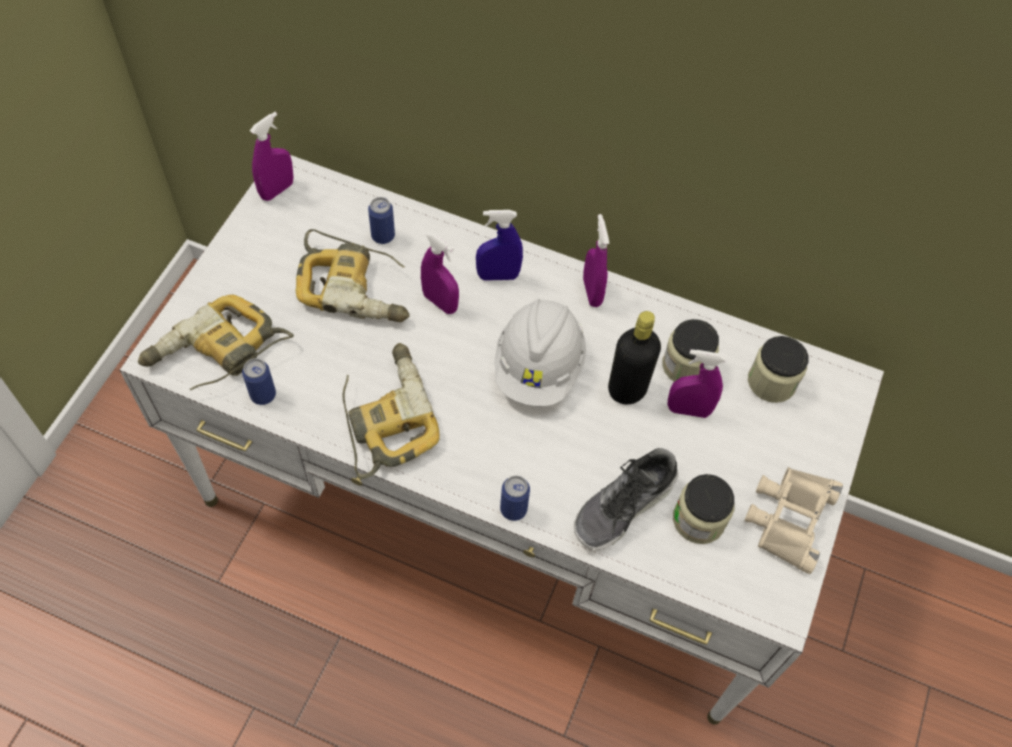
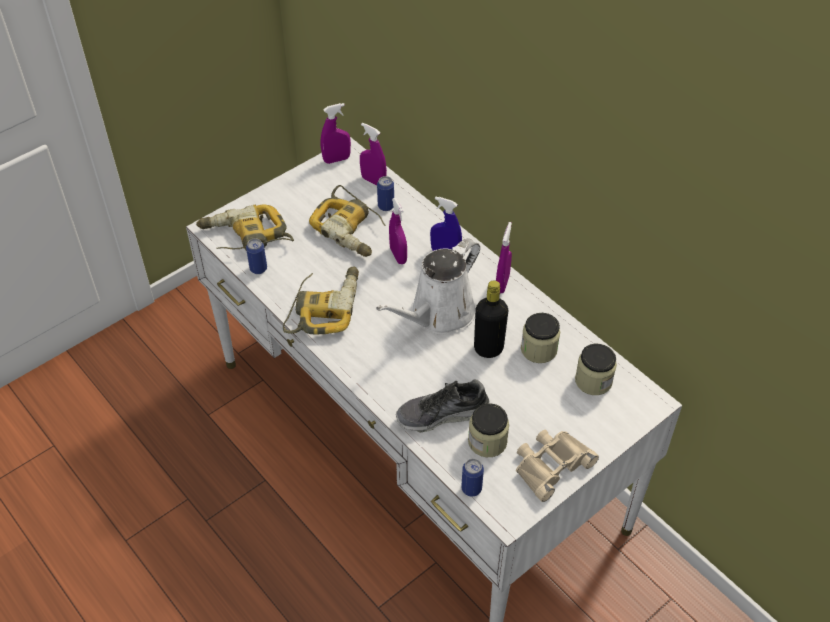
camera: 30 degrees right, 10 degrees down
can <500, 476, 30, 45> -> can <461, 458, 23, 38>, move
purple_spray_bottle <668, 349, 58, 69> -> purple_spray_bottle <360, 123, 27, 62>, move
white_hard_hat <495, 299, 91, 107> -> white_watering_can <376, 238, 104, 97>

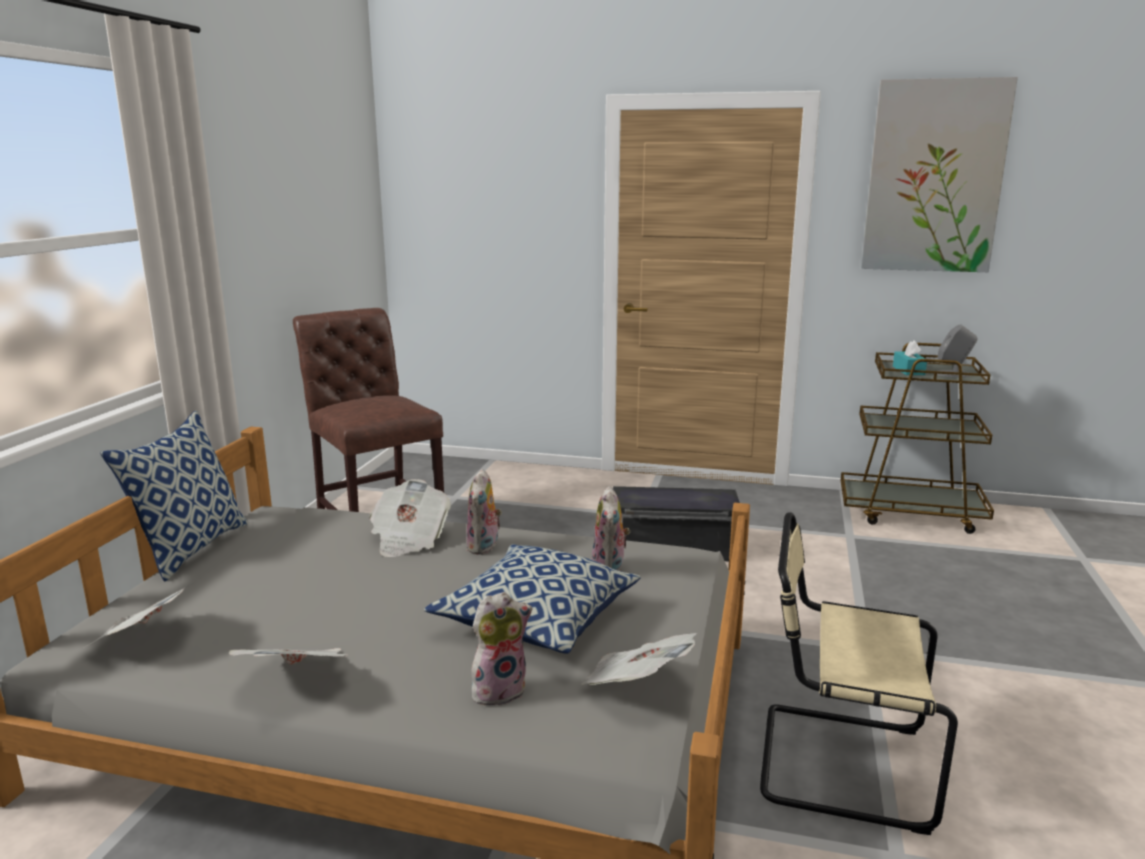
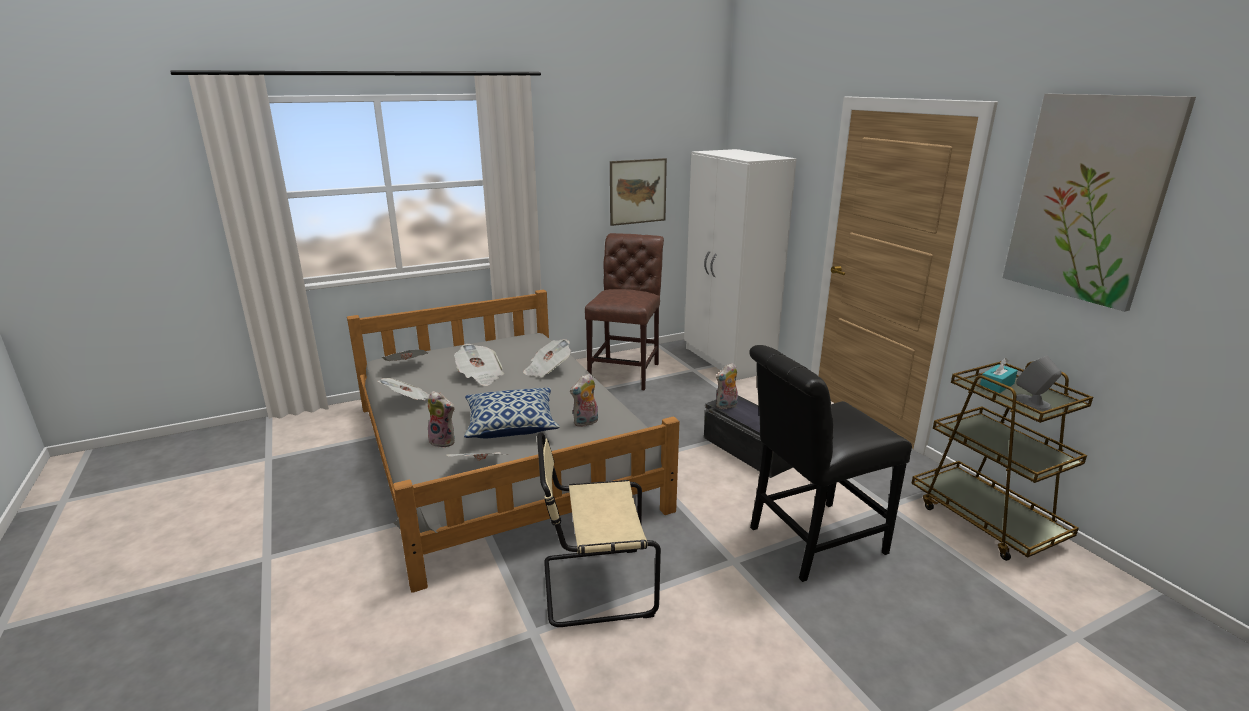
camera: 50 degrees right, 5 degrees up
pillow <100, 410, 149, 171> -> none
none -> newspaper <454, 344, 50, 42>
none -> picture <610, 158, 57, 68>
none -> white_wardrobe <684, 149, 113, 231>
none -> black_chair <749, 345, 163, 237>
plush_toy <466, 469, 36, 86> -> plush_toy <716, 363, 22, 46>, move
beige_chair <760, 512, 198, 323> -> beige_chair <537, 432, 124, 195>, 75 degrees counterclockwise

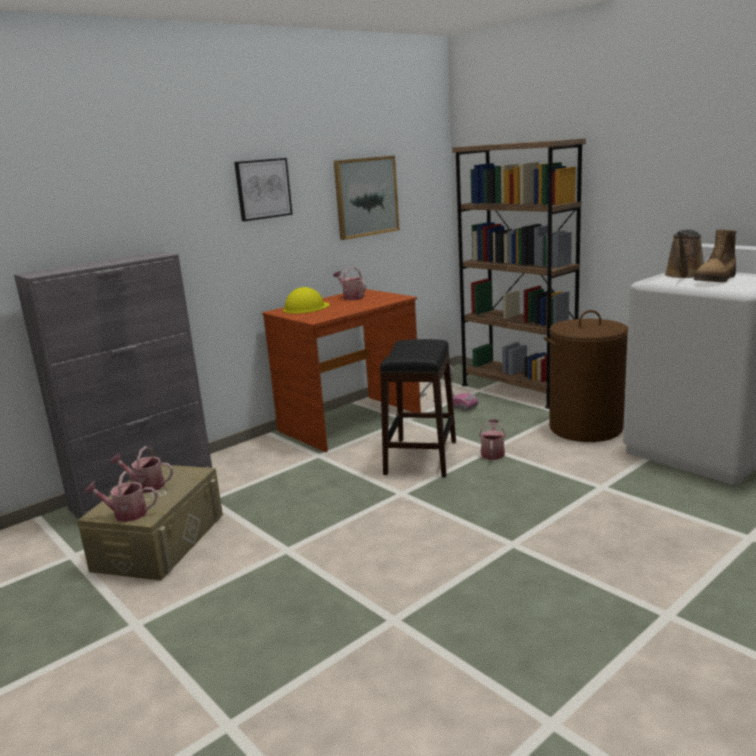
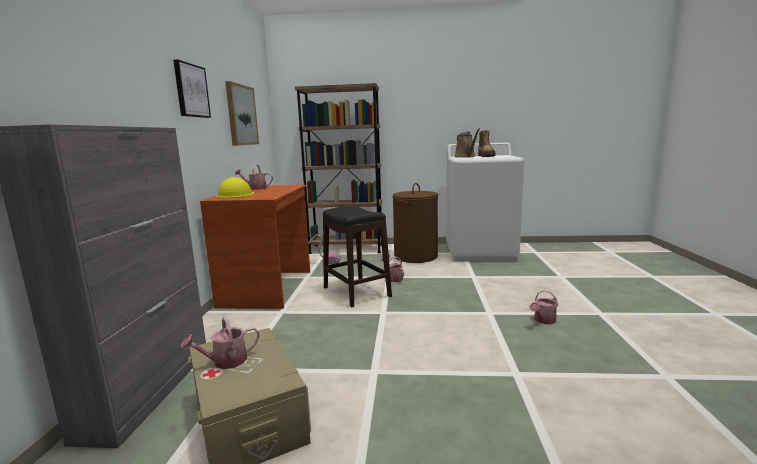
camera: 45 degrees left, 5 degrees down
watering_can <84, 471, 74, 51> -> watering_can <530, 290, 28, 34>, move

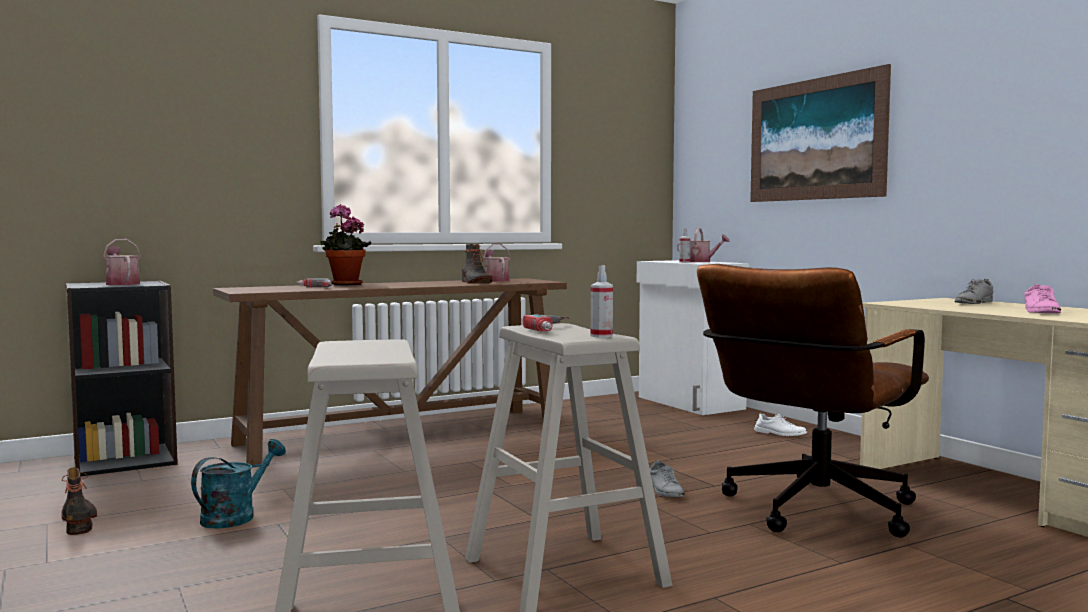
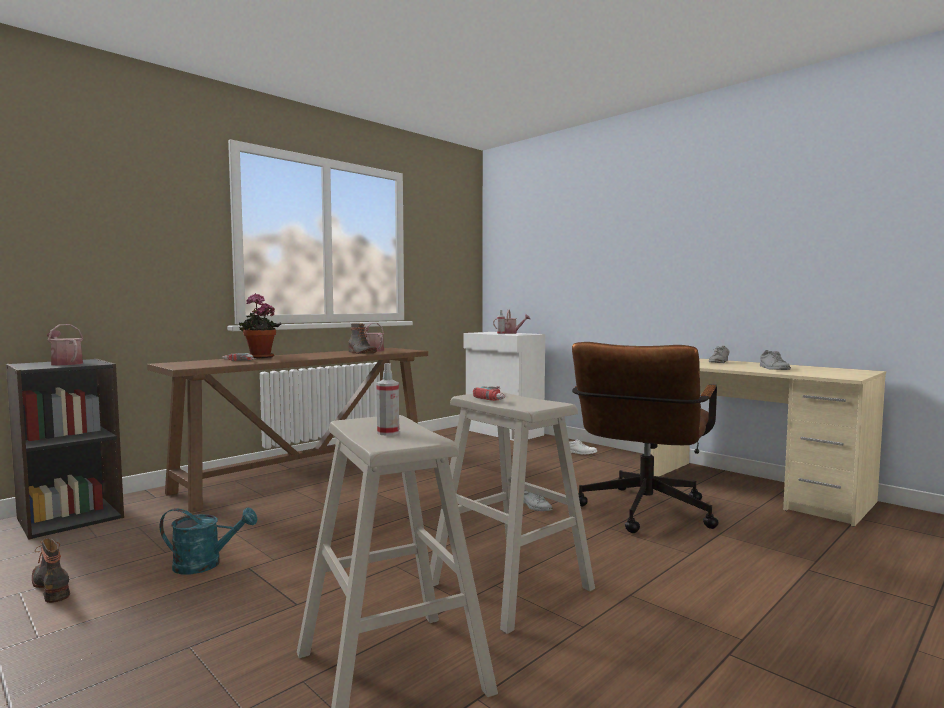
camera: 15 degrees left, 0 degrees up
picture <750, 64, 141, 138> -> none
spray_bottle <591, 265, 22, 73> -> spray_bottle <377, 363, 22, 73>, move
pink_shoe <1024, 284, 37, 29> -> grey_shoe <760, 350, 31, 20>
turquoise_watering_can <191, 439, 95, 90> -> turquoise_watering_can <160, 507, 97, 67>, 75 degrees clockwise

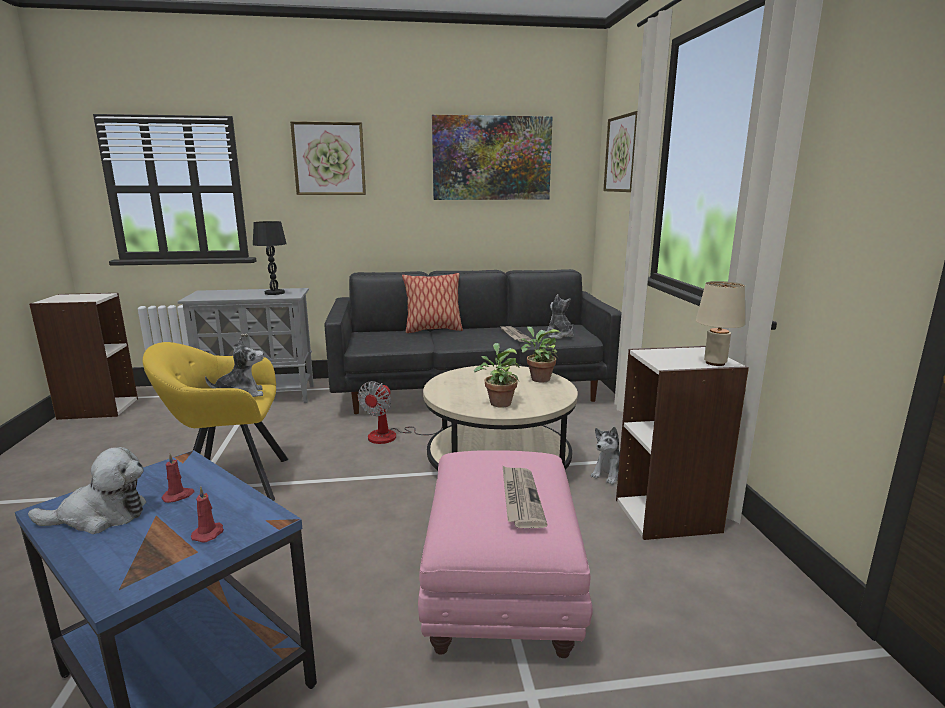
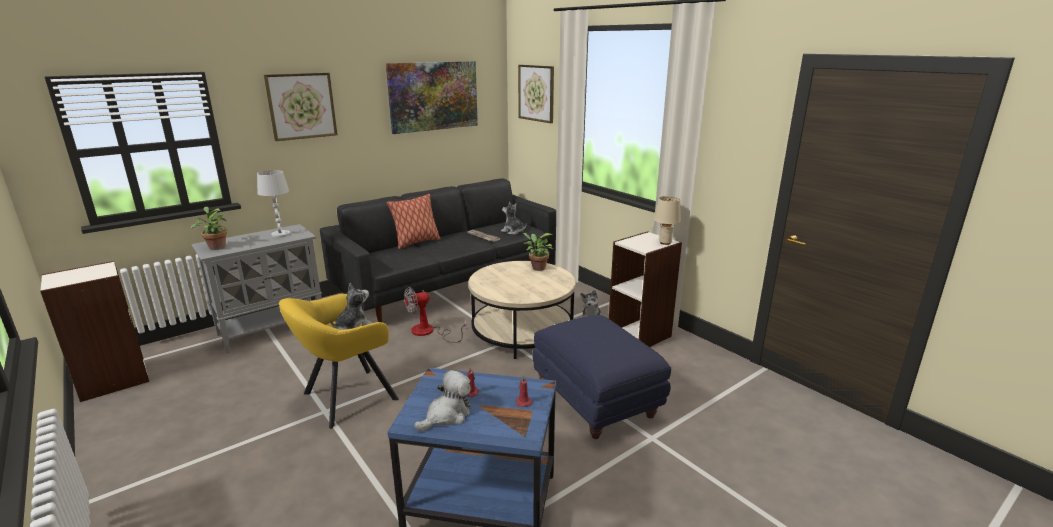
camera: 30 degrees left, 5 degrees up
newspaper <503, 466, 44, 62> -> none
potted_plant <474, 343, 46, 64> -> potted_plant <191, 207, 36, 43>, move
black_table_lamp <253, 221, 34, 74> -> white_table_lamp <257, 170, 33, 68>
pink_ottoman <418, 450, 175, 208> -> blue_ottoman <532, 315, 139, 124>
fan <358, 381, 84, 63> -> fan <404, 287, 63, 56>, 75 degrees clockwise

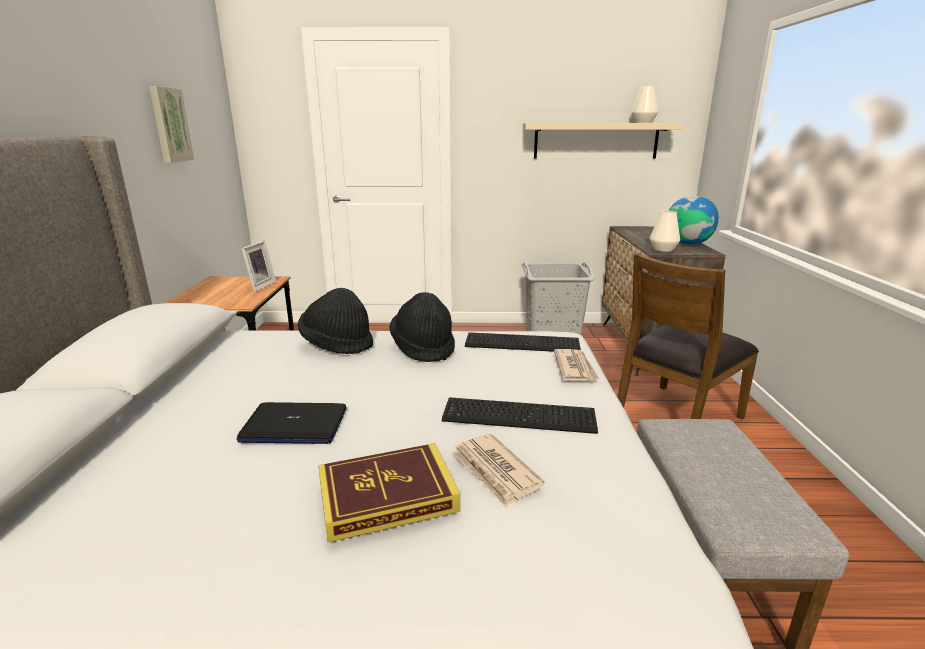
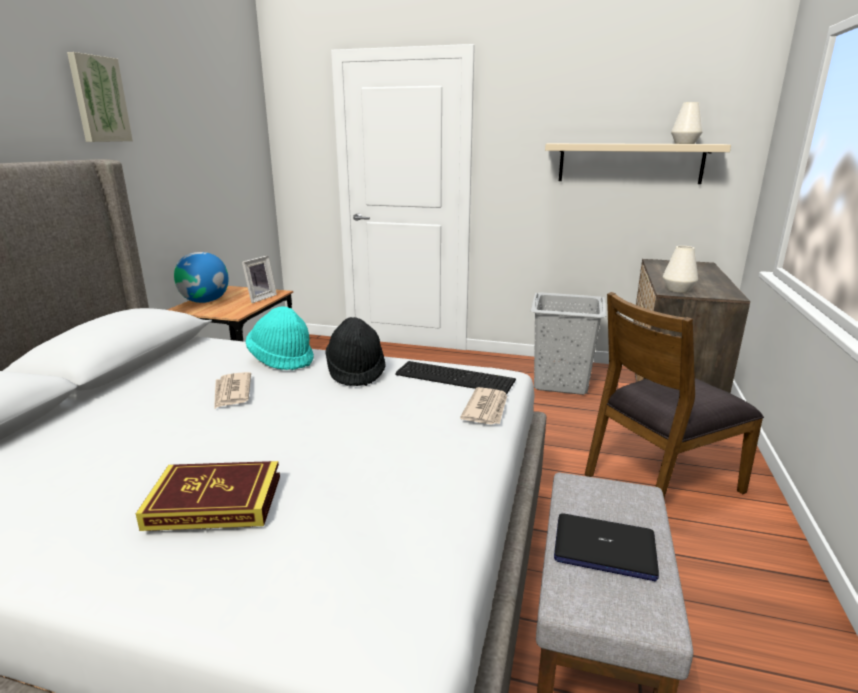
camera: 15 degrees right, 0 degrees up
keyboard <442, 397, 156, 37> -> none
picture <149, 86, 45, 77> -> picture <67, 52, 66, 90>, move
laptop <236, 402, 111, 42> -> laptop <554, 513, 105, 69>, move
newspaper <452, 434, 92, 73> -> newspaper <214, 372, 37, 37>, move
globe <669, 196, 50, 49> -> globe <174, 252, 55, 51>, move
black_hat <298, 288, 75, 66> -> turquoise_hat <246, 307, 68, 63>

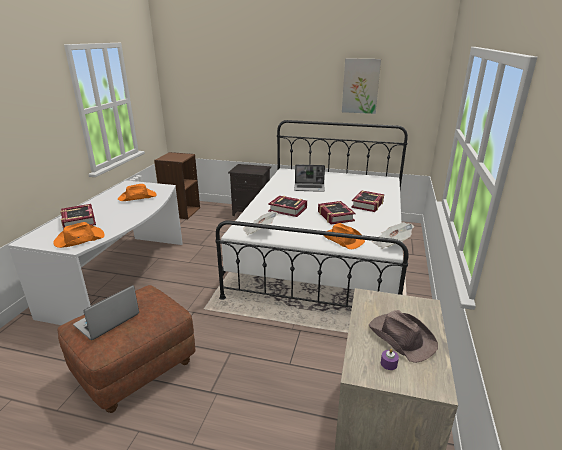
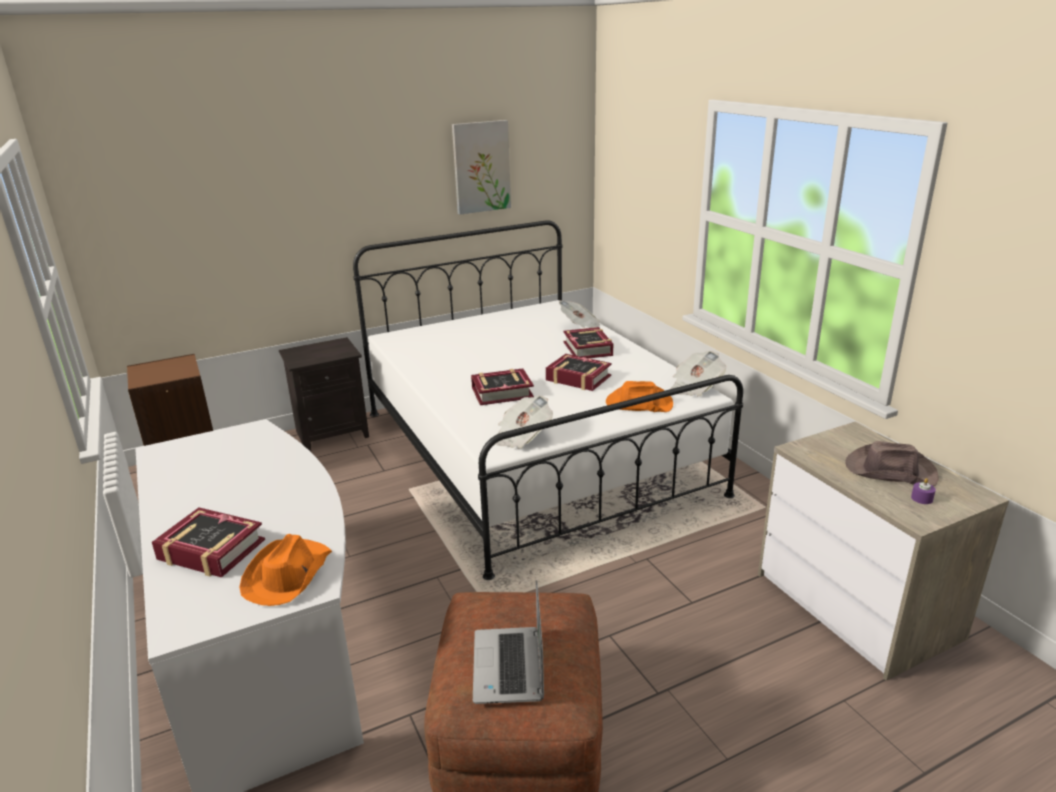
camera: 40 degrees left, 0 degrees up
orange_hat <118, 184, 38, 17> -> none
laptop <294, 164, 31, 28> -> none
none -> newspaper <559, 301, 41, 27>

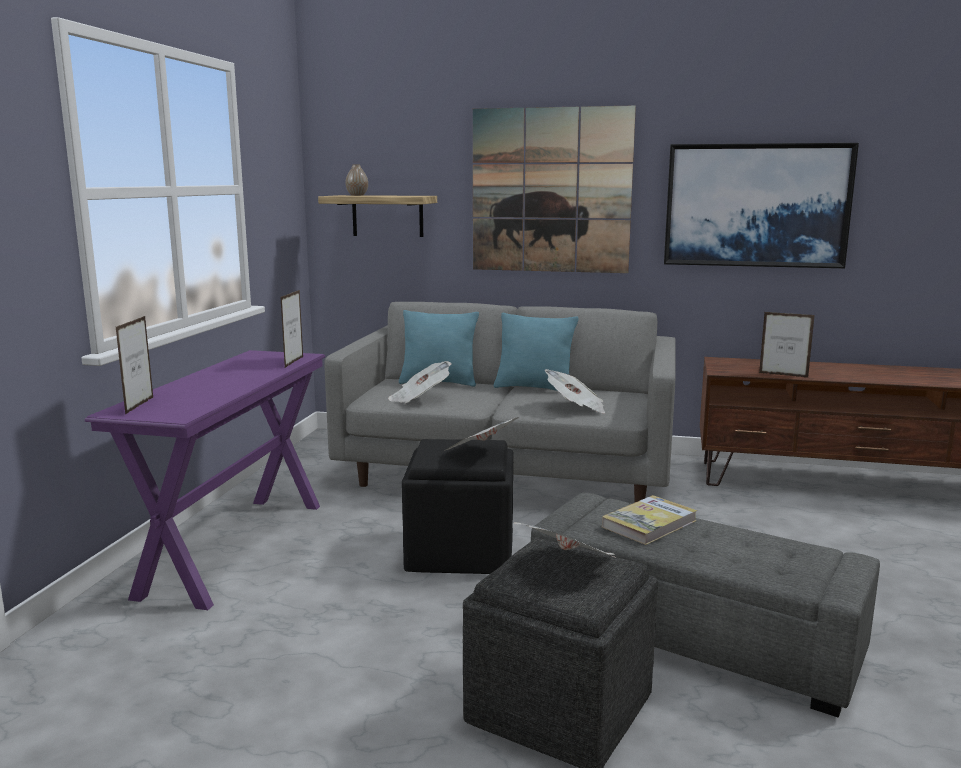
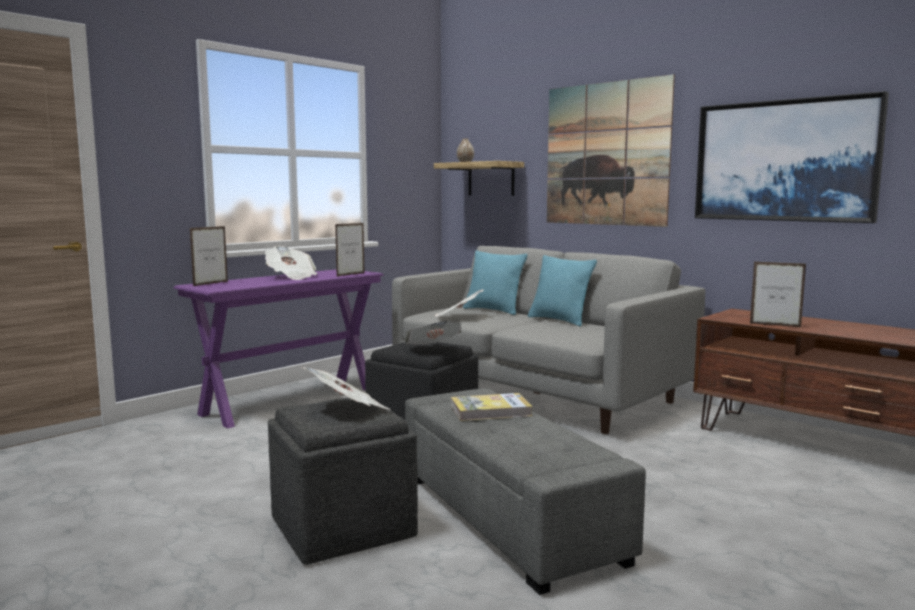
camera: 30 degrees right, 5 degrees down
newspaper <545, 369, 60, 45> -> newspaper <265, 246, 52, 34>, move
picture_frame <759, 312, 56, 66> -> picture_frame <750, 262, 56, 65>, 150 degrees clockwise

